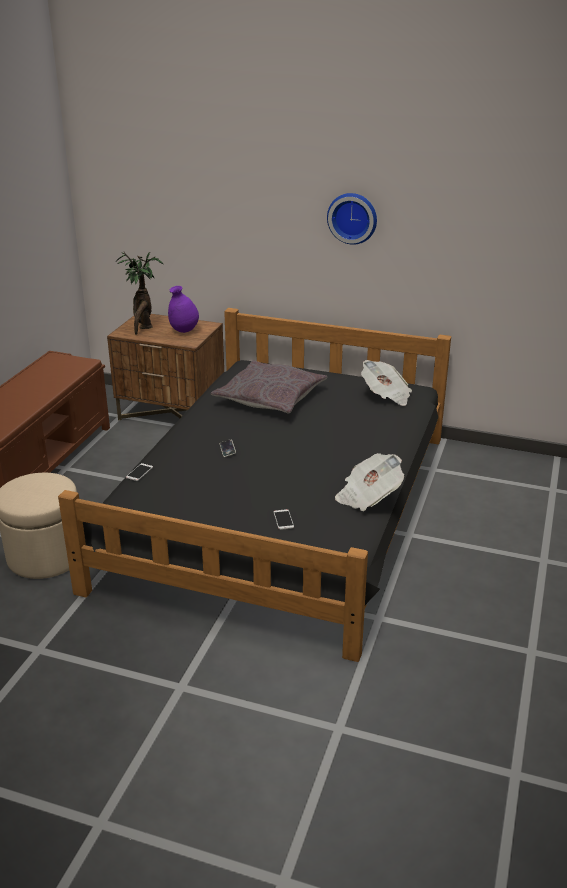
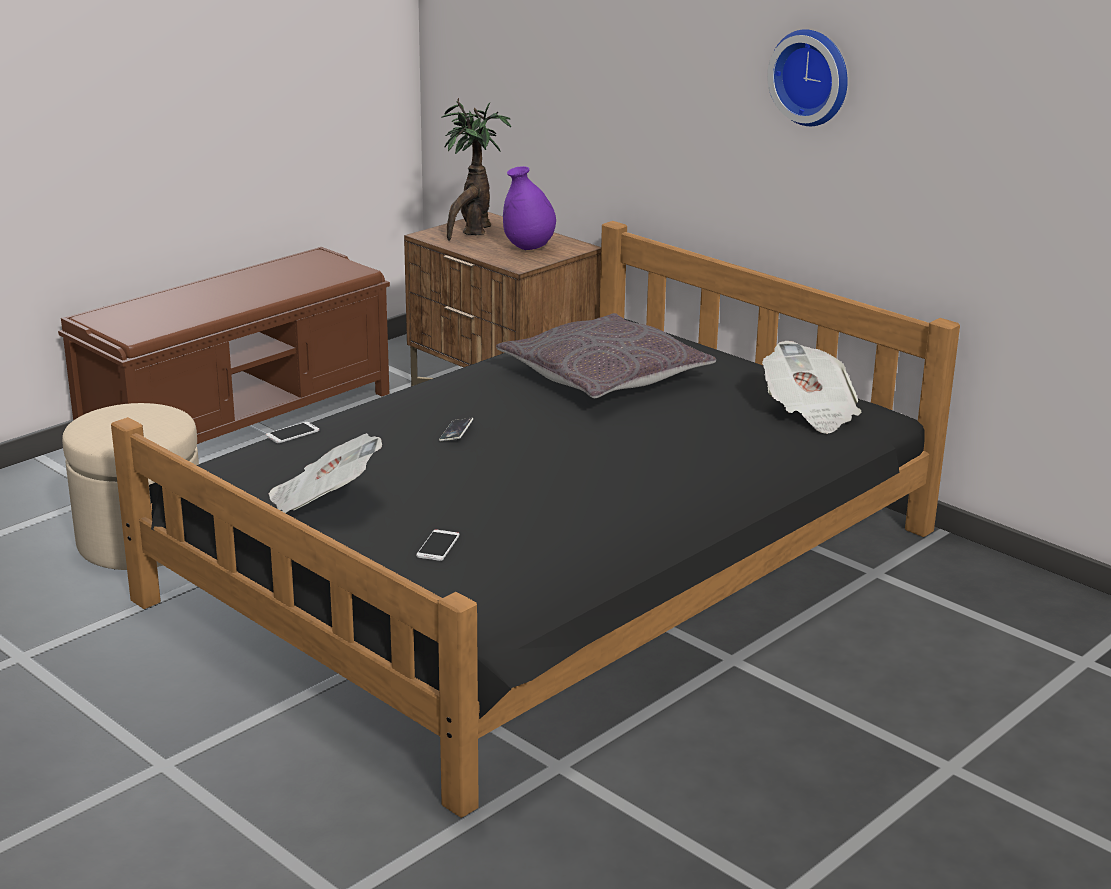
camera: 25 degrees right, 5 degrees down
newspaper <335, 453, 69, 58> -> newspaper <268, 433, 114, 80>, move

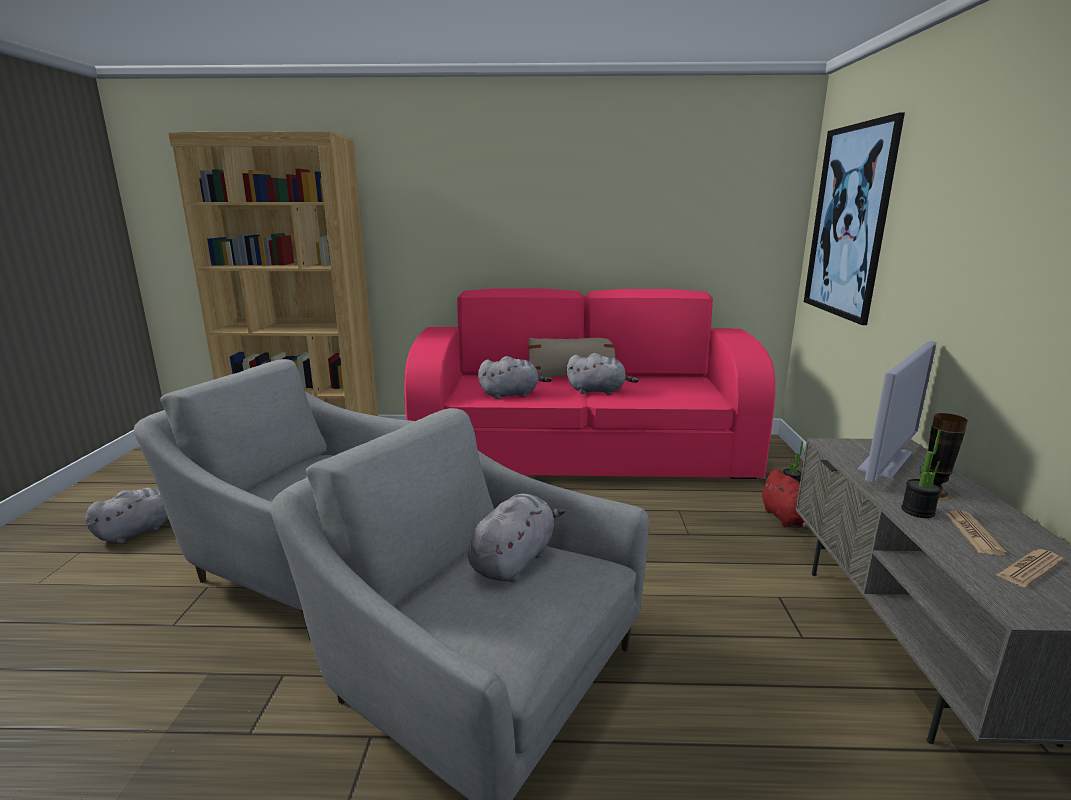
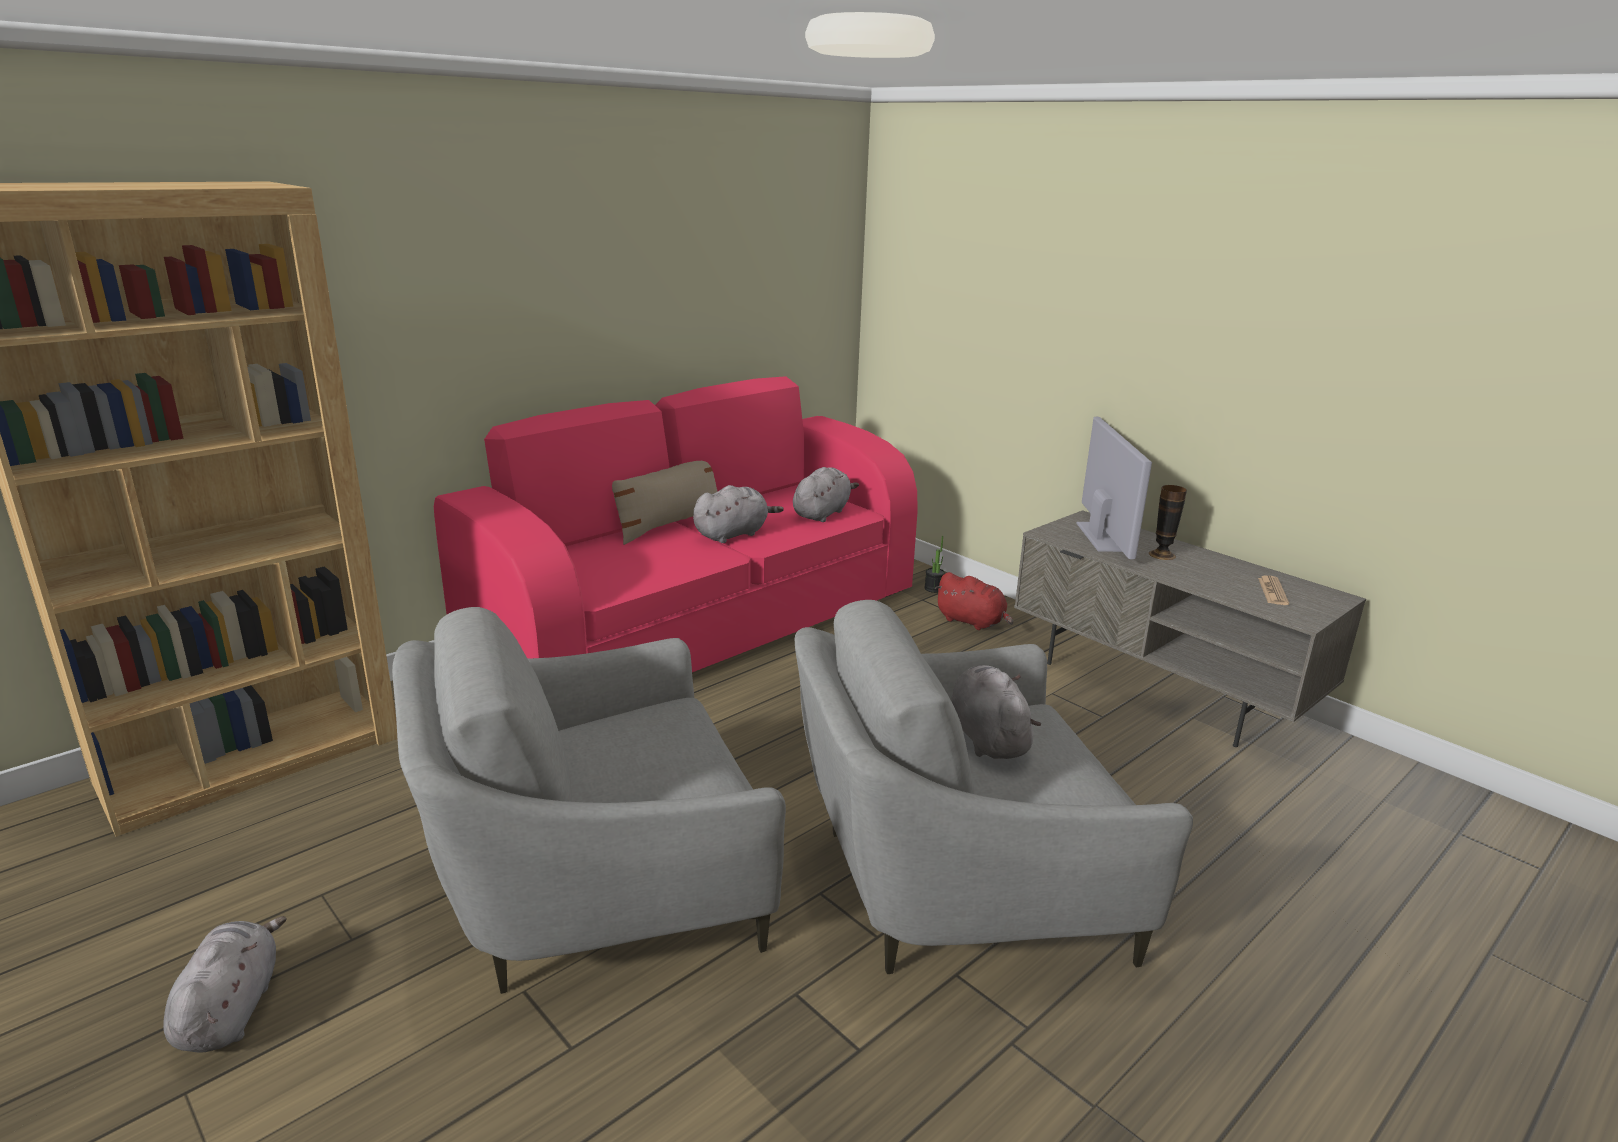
camera: 45 degrees left, 5 degrees up
picture <804, 113, 101, 212> -> none
potted_plant <901, 430, 40, 88> -> none
newspaper <946, 511, 61, 44> -> none
grey_plush_toy <478, 356, 74, 43> -> grey_plush_toy <793, 467, 66, 55>, move

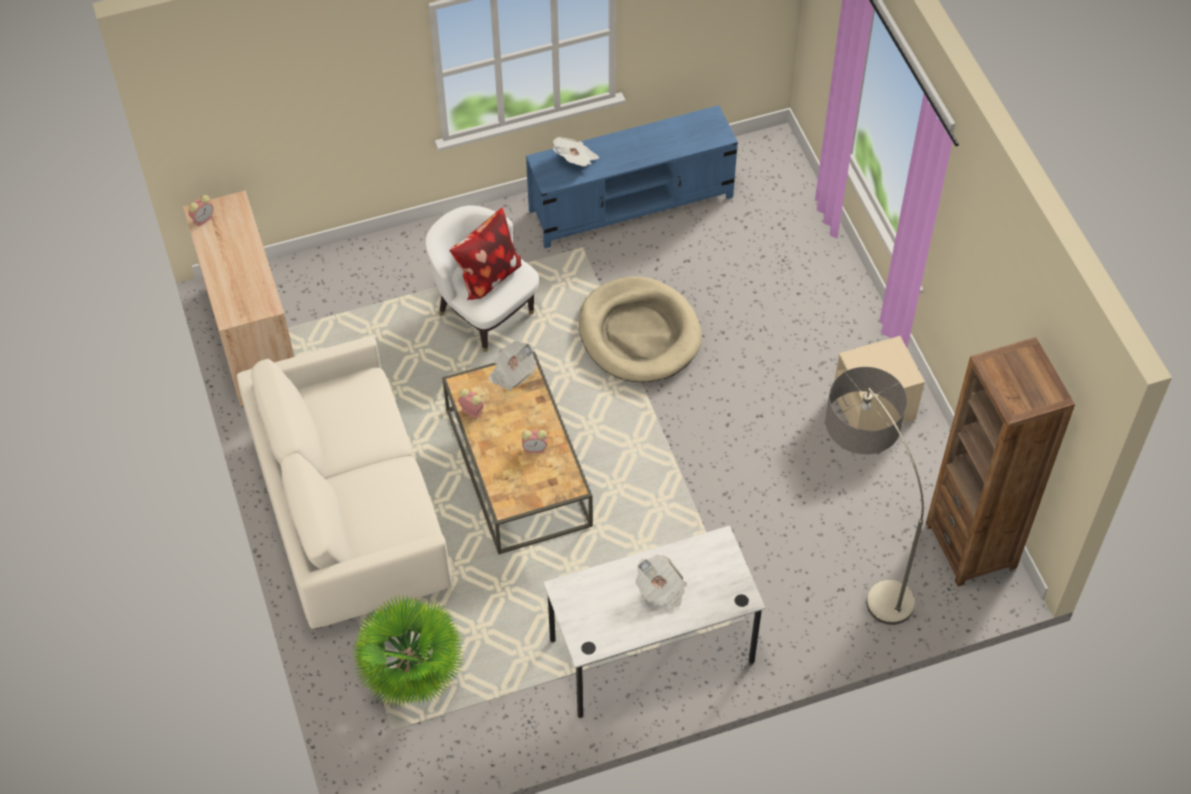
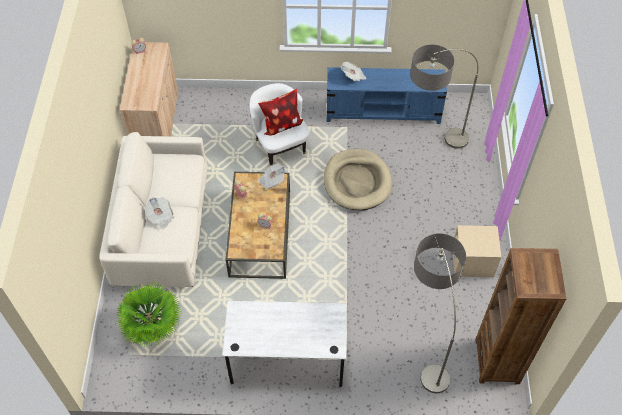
camera: 20 degrees right, 0 degrees up
none -> floor_lamp <410, 45, 68, 104>
newspaper <636, 555, 51, 56> -> newspaper <144, 197, 31, 32>, move

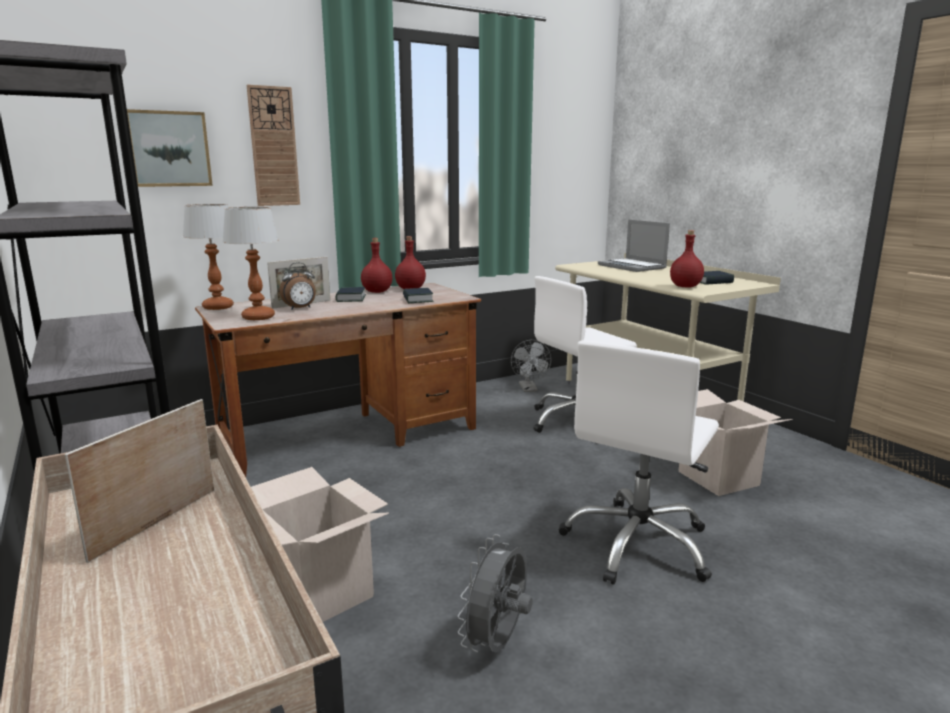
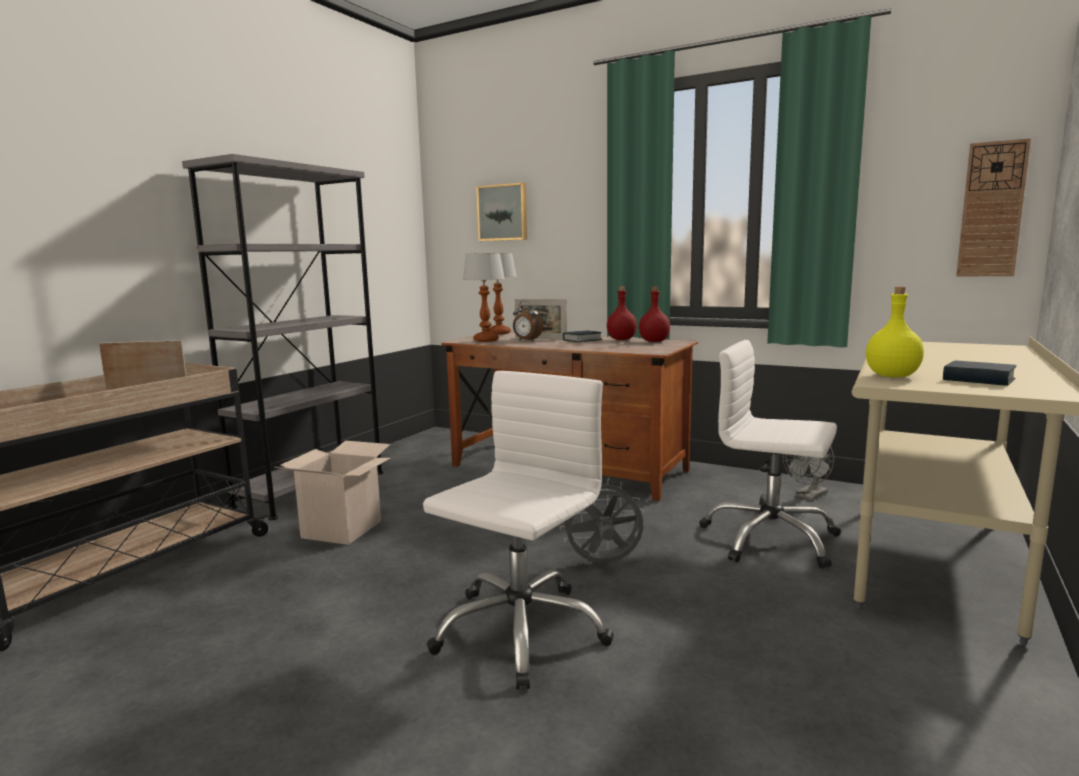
camera: 60 degrees right, 5 degrees down
book <403, 288, 30, 15> -> none
laptop <598, 220, 72, 52> -> none
cardboard_box <679, 389, 114, 107> -> none
wall_clock <247, 85, 53, 121> -> wall_clock <956, 138, 75, 138>, move
grey_fan <457, 534, 76, 119> -> grey_fan <560, 478, 85, 85>, move
red_bottle <670, 230, 34, 58> -> yellow_bottle <866, 287, 58, 90>
white_office_chair <559, 341, 160, 244> -> white_office_chair <423, 371, 191, 318>, 120 degrees clockwise

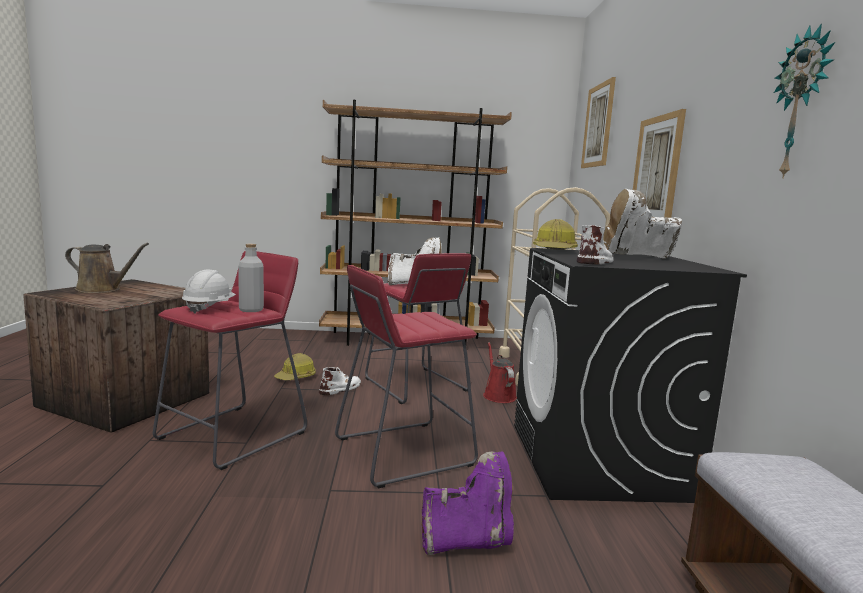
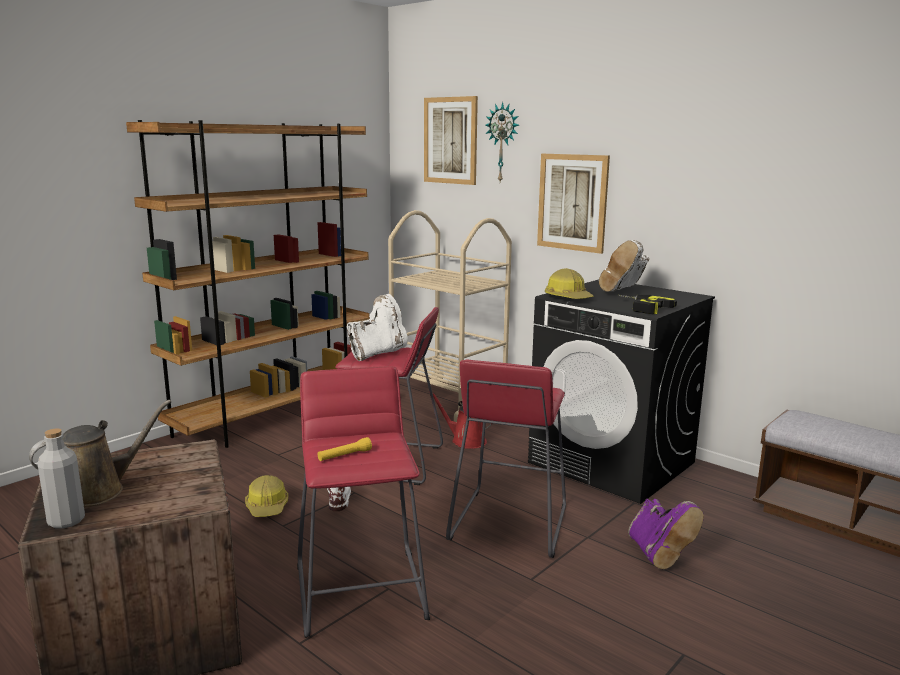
camera: 45 degrees left, 5 degrees up
grey_bottle <238, 244, 26, 68> -> grey_bottle <38, 429, 47, 99>, move
wall_clock <774, 24, 61, 155> -> wall_clock <485, 102, 34, 80>, move
white_hard_hat <182, 270, 54, 44> -> yellow_flashlight <318, 437, 54, 24>
white_boot <577, 225, 36, 39> -> power_drill <618, 294, 59, 21>
purple_boot <422, 451, 92, 104> -> purple_boot <628, 499, 76, 70>, 135 degrees clockwise

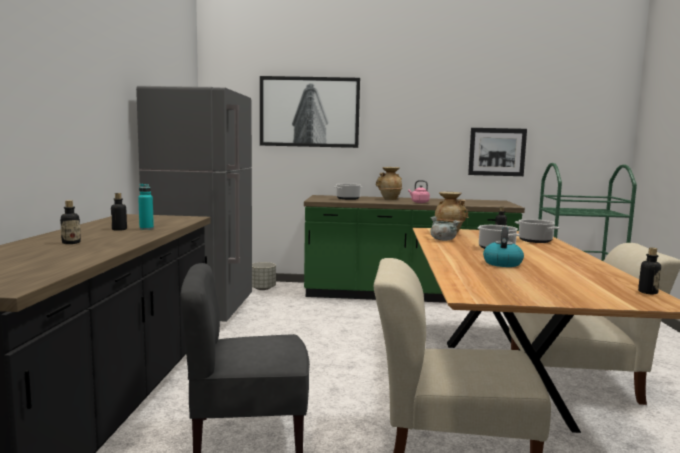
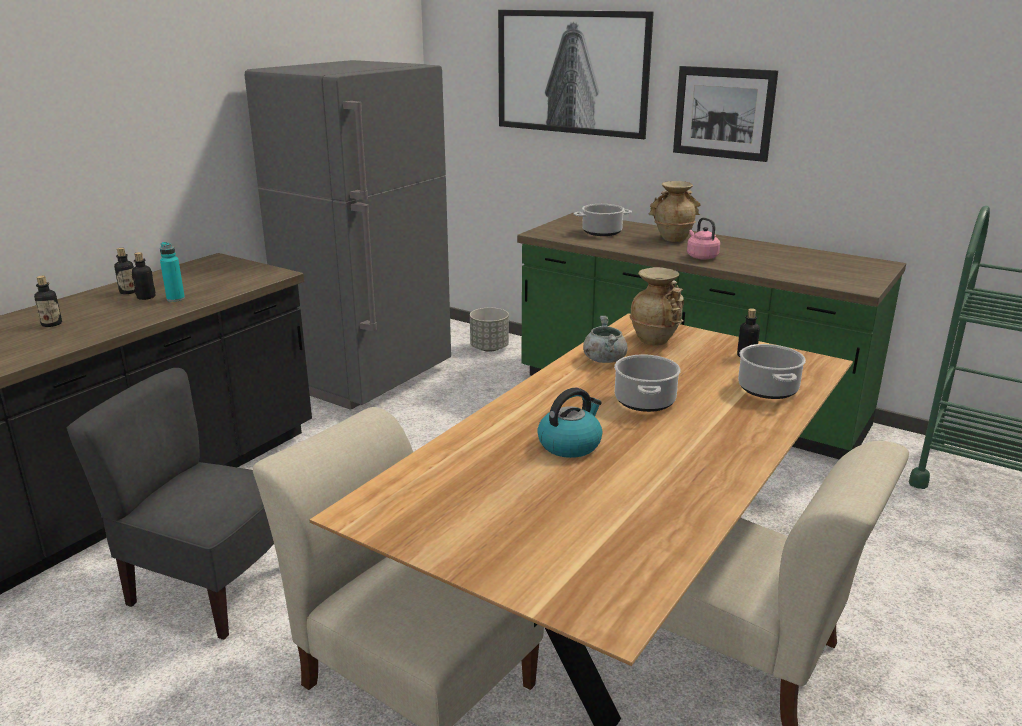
camera: 30 degrees right, 15 degrees up
picture <468, 128, 59, 48> -> picture <673, 66, 105, 96>, move
bottle <638, 248, 23, 46> -> bottle <114, 248, 21, 46>, move

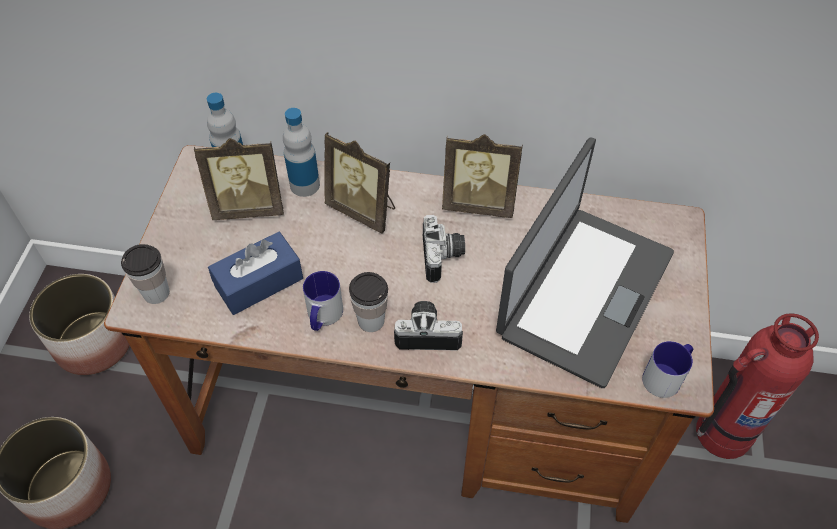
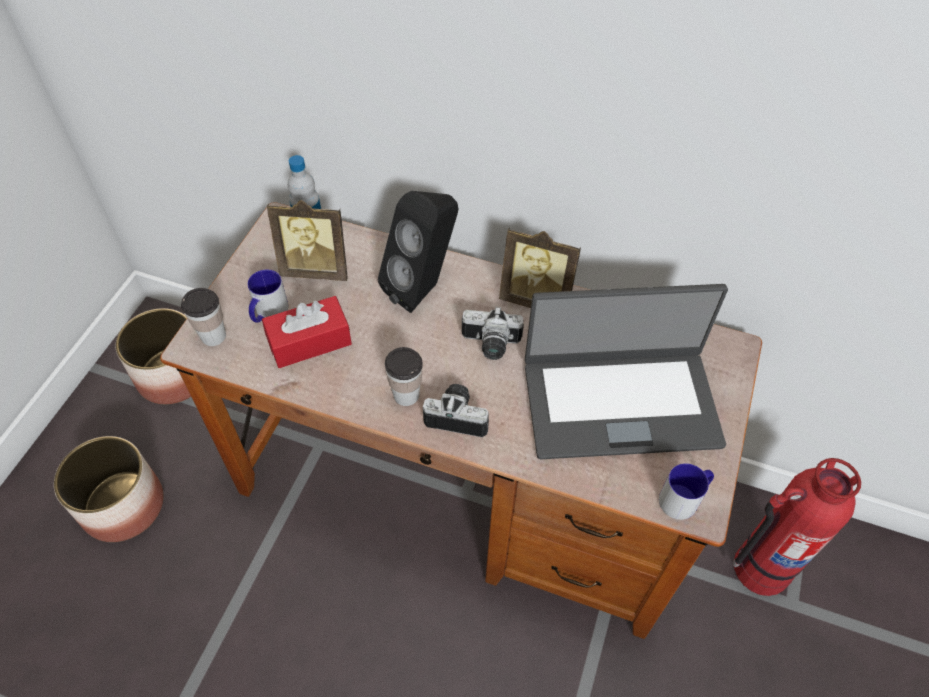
camera: 10 degrees right, 0 degrees up
bottle <283, 108, 37, 89> -> none
mug <303, 271, 40, 60> -> mug <247, 269, 41, 54>, move
picture_frame <324, 132, 71, 101> -> black_speaker <378, 191, 80, 122>
blue_tissue_box <208, 232, 95, 83> -> red_tissue_box <262, 296, 90, 72>
photo_camera <423, 215, 42, 68> -> photo_camera <462, 307, 62, 53>, 90 degrees clockwise
laptop <496, 137, 178, 251> -> laptop <525, 284, 203, 175>, 45 degrees clockwise

